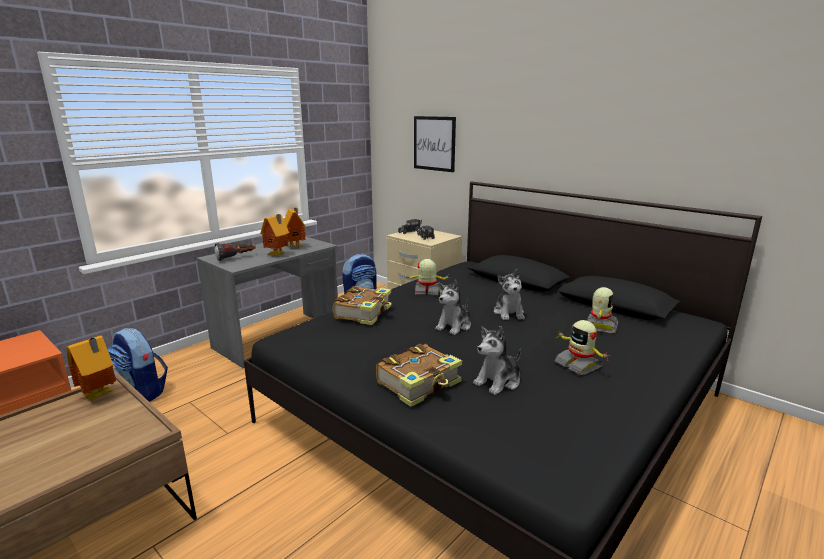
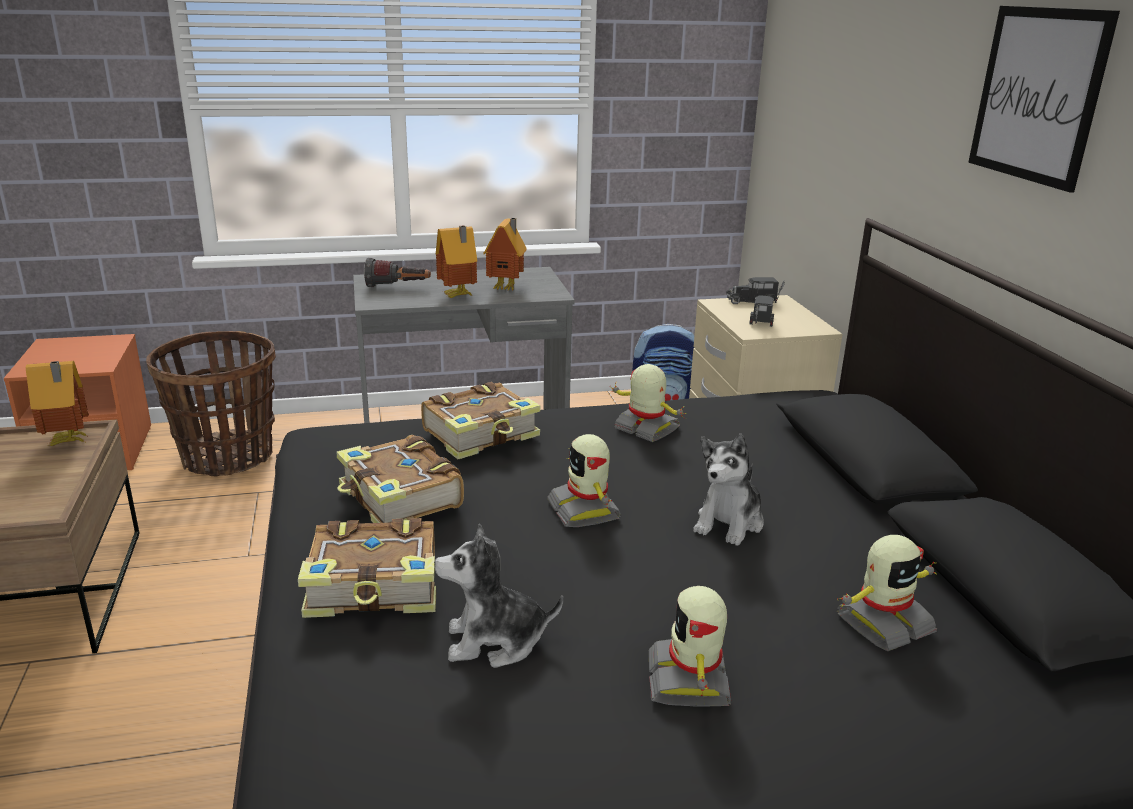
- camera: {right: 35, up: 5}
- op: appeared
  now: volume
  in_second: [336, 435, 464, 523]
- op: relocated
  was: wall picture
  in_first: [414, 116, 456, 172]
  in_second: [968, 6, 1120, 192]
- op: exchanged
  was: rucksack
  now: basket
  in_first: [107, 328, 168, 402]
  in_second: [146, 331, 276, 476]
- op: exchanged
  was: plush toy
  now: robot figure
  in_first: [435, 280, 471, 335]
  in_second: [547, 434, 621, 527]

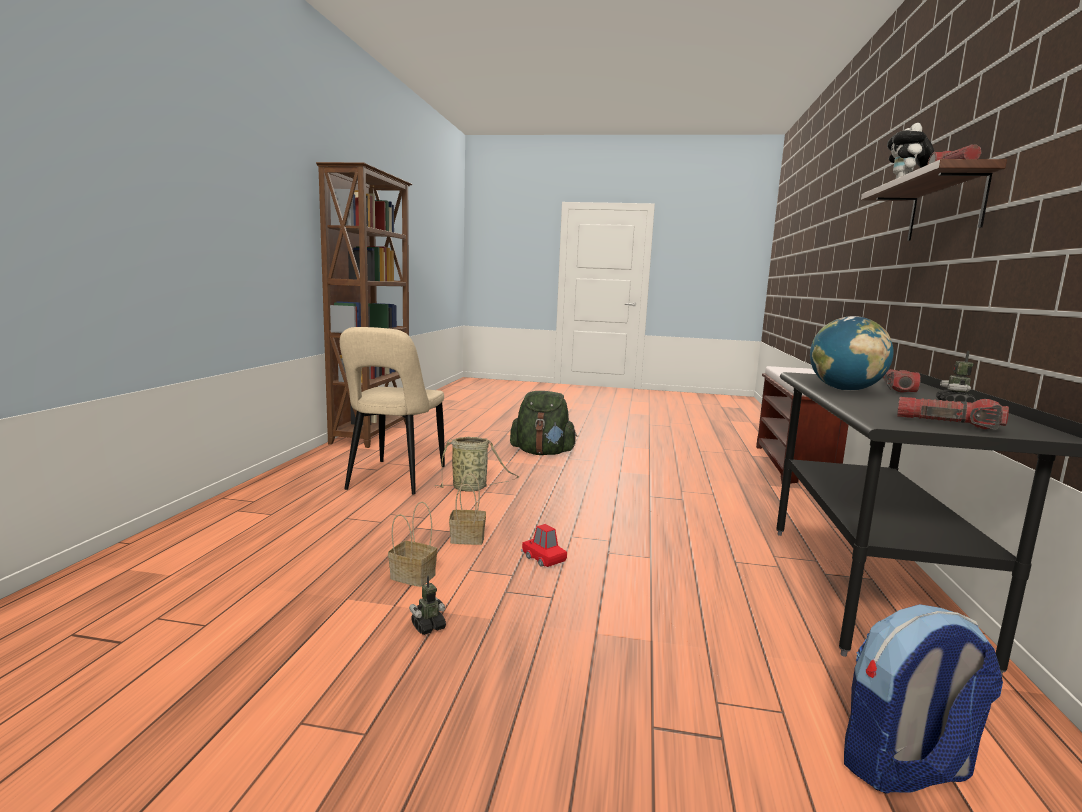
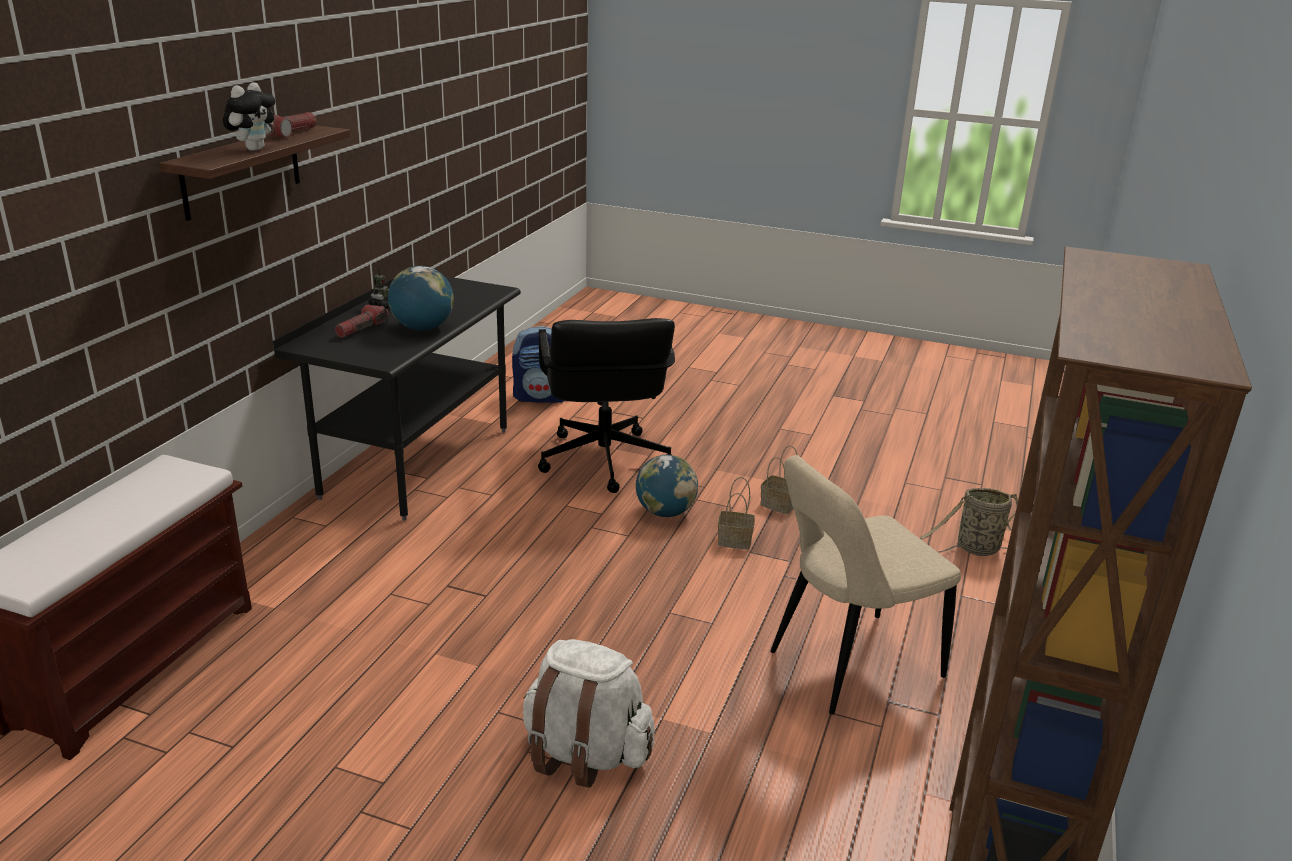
- camera: {right: -170, up: 15}
- op: missing
  was: robot figure
  in_first: [409, 576, 446, 635]
- op: missing
  was: hand torch
  in_first: [897, 397, 1009, 429]
- op: appeared
  now: black office chair
  in_second: [538, 318, 675, 493]
- op: relocated
  was: basket
  in_first: [434, 437, 519, 492]
  in_second: [920, 488, 1018, 556]
- op: exchanged
  was: reddish toy car
  now: globe
  in_first: [521, 524, 567, 567]
  in_second: [636, 455, 698, 517]
- op: colour
  was: green rucksack
  now: white-coloured rucksack
  in_first: [510, 391, 578, 455]
  in_second: [523, 639, 654, 788]
- op: spun
  was: beige-coloured chair
  in_first: [340, 327, 445, 494]
  in_second: [770, 455, 961, 715]
  clockwise: -135

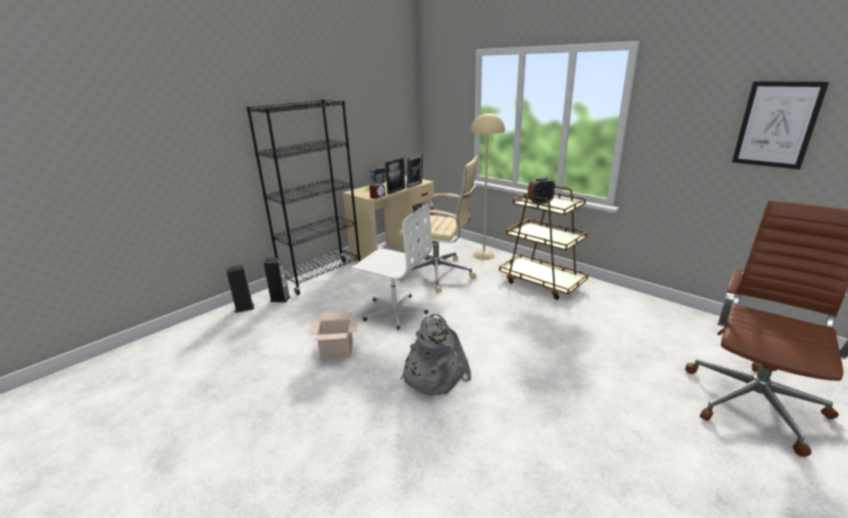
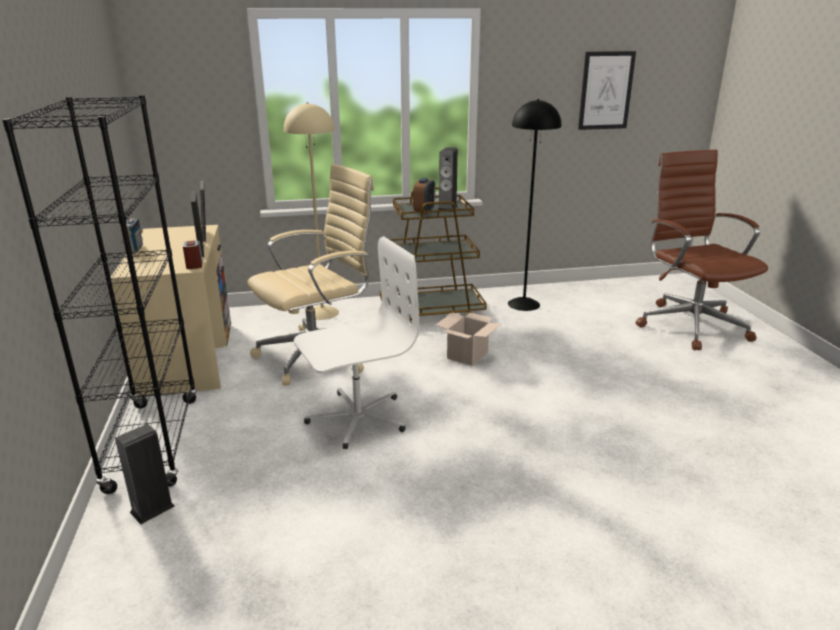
- camera: {right: -55, up: 0}
- op: missing
  was: grey rucksack
  in_first: [400, 313, 471, 395]
- op: appeared
  now: black standard lamp
  in_second: [508, 99, 561, 311]
- op: relocated
  was: speaker
  in_first: [226, 265, 254, 313]
  in_second: [438, 147, 458, 212]
- op: relocated
  was: cardboard box
  in_first: [308, 312, 358, 359]
  in_second: [436, 312, 501, 366]

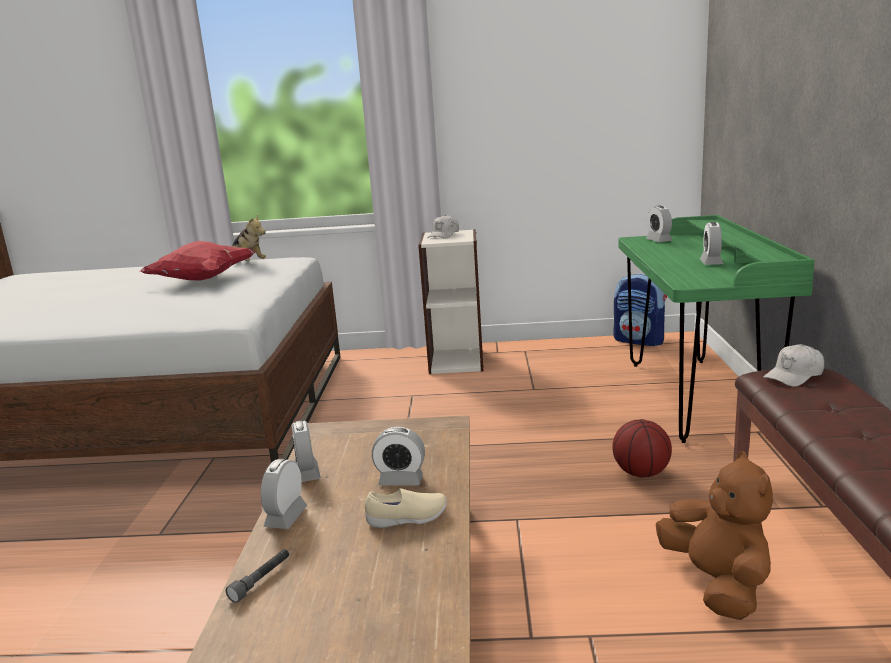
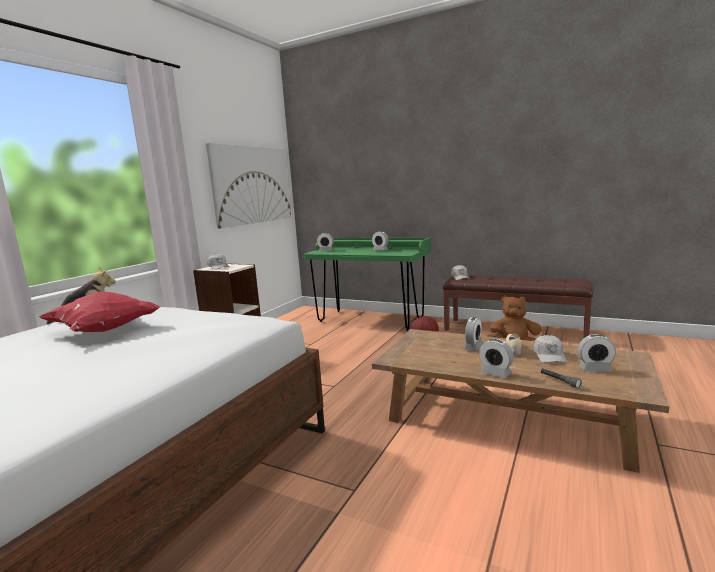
- camera: {right: -65, up: -5}
- op: missing
  was: rucksack
  in_first: [613, 274, 667, 346]
- op: appeared
  now: wall picture
  in_second: [206, 143, 291, 229]
- op: appeared
  now: white-coloured cap
  in_second: [534, 335, 567, 363]
- op: relocated
  was: bedside clock
  in_first: [292, 420, 321, 482]
  in_second: [578, 334, 616, 371]

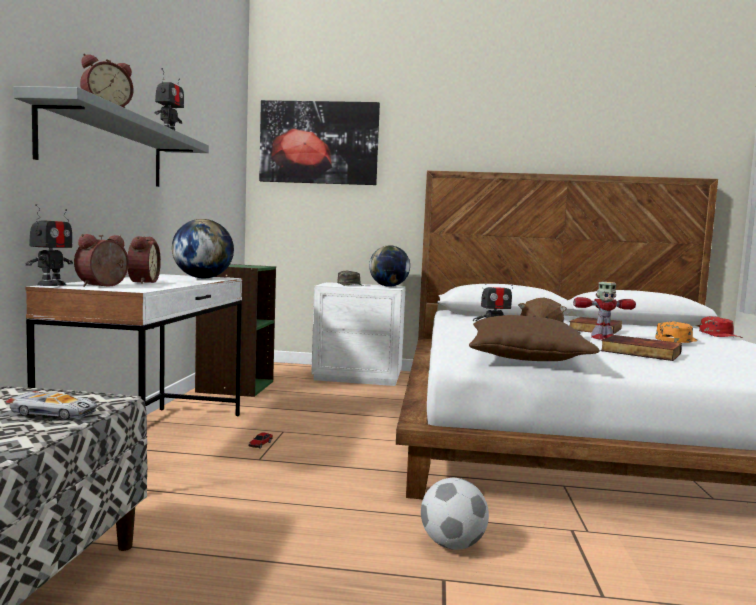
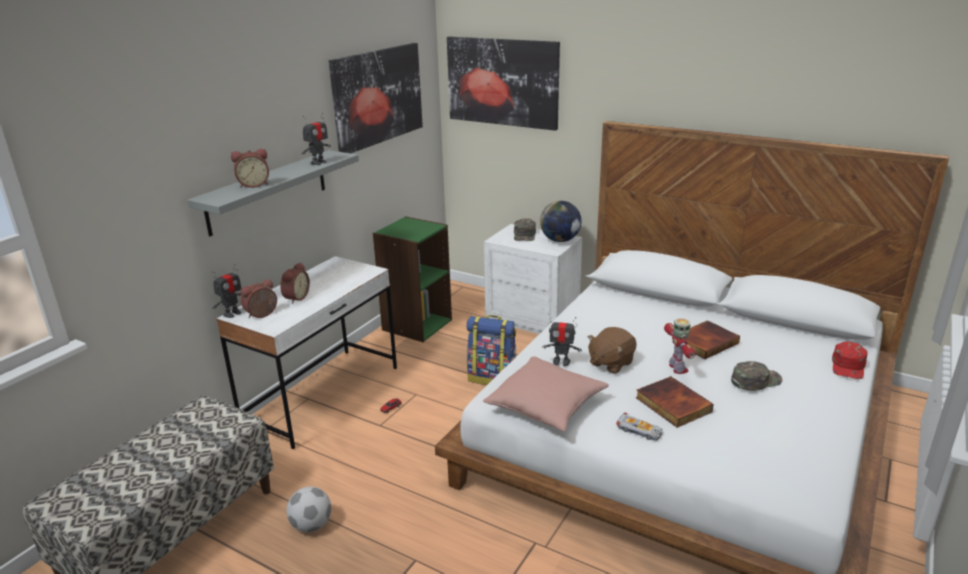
- camera: {right: 25, up: 20}
- op: missing
  was: globe
  in_first: [172, 219, 234, 278]
- op: appeared
  now: wall picture
  in_second: [329, 43, 423, 153]
- op: appeared
  now: rucksack
  in_second: [466, 315, 516, 385]
- op: relocated
  was: toy car
  in_first: [6, 391, 97, 420]
  in_second: [616, 413, 663, 441]
- op: relocated
  was: football ball
  in_first: [421, 478, 489, 550]
  in_second: [286, 487, 331, 532]
- op: colour
  was: brownish throw pillow
  now: pinkish throw pillow
  in_first: [469, 315, 600, 361]
  in_second: [483, 356, 609, 432]
- op: colour
  was: orange cap
  now: green cap
  in_first: [655, 321, 698, 343]
  in_second: [731, 361, 783, 391]
- op: spun
  was: robot figure
  in_first: [573, 282, 636, 340]
  in_second: [664, 318, 696, 374]
  clockwise: -120

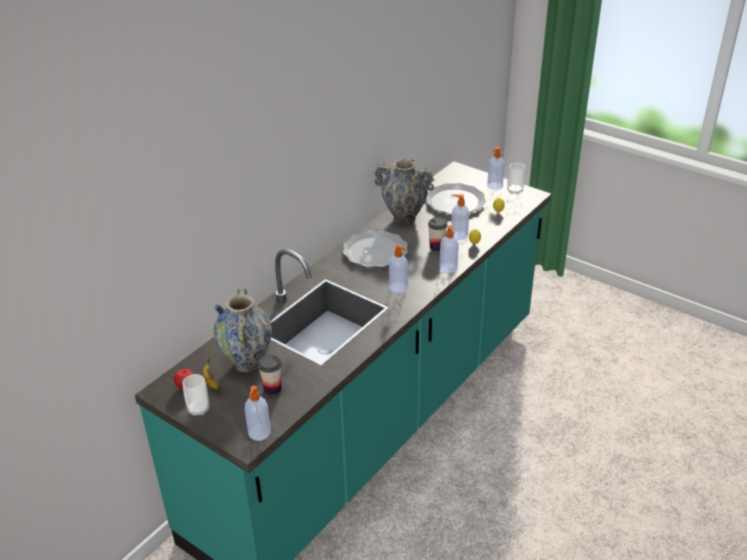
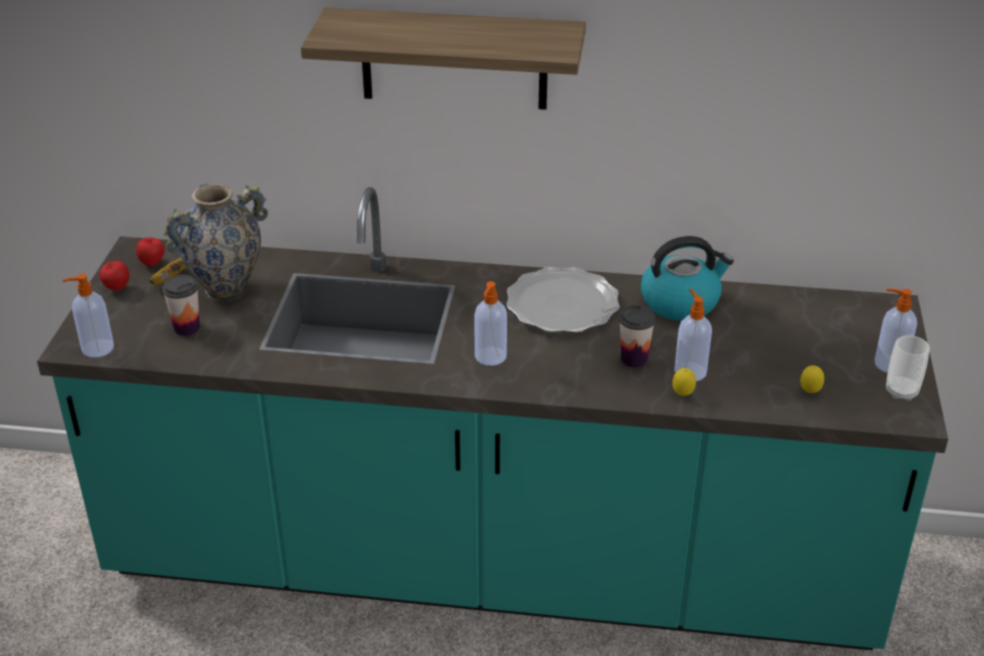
- camera: {right: 60, up: 0}
- op: missing
  was: flat dish
  in_first: [426, 183, 486, 215]
- op: missing
  was: soap dispenser
  in_first: [440, 225, 459, 273]
- op: appeared
  now: wall shelf
  in_second: [301, 8, 586, 110]
- op: exchanged
  was: cup
  now: apple fruit
  in_first: [182, 374, 209, 416]
  in_second: [99, 261, 129, 290]
- op: exchanged
  was: decorative vase
  now: kettle
  in_first: [374, 159, 434, 225]
  in_second: [641, 236, 734, 321]

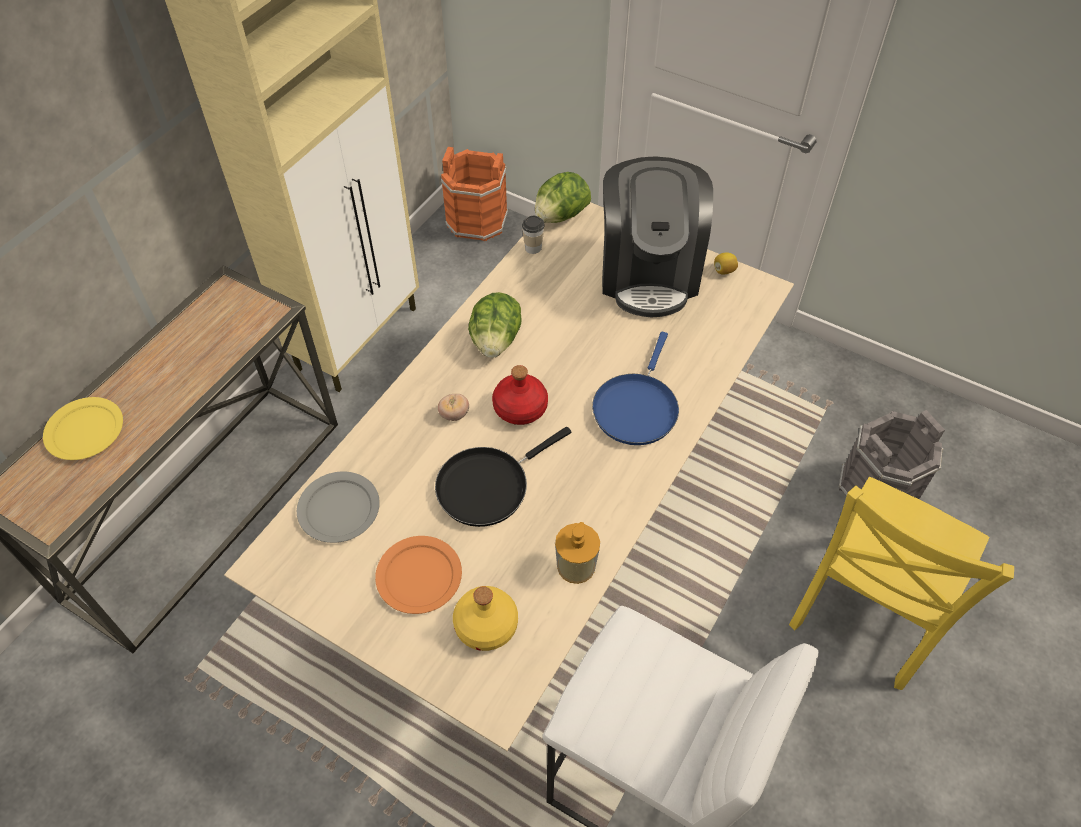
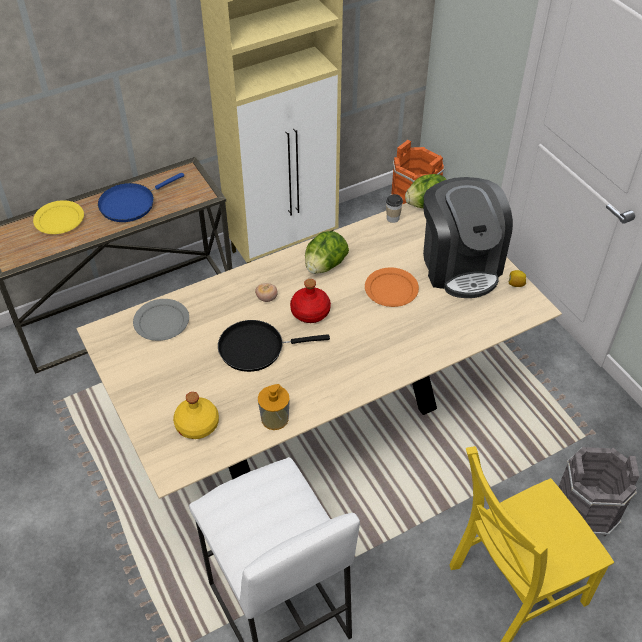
- camera: {right: 30, up: -5}
- op: relocated
  was: orange flat dish
  in_first: [375, 536, 462, 614]
  in_second: [365, 267, 419, 307]
- op: relocated
  was: blue pan
  in_first: [592, 332, 679, 445]
  in_second: [98, 173, 184, 222]
- op: spun
  was: coffee brewer
  in_first: [602, 156, 713, 317]
  in_second: [423, 177, 513, 298]
  clockwise: -45

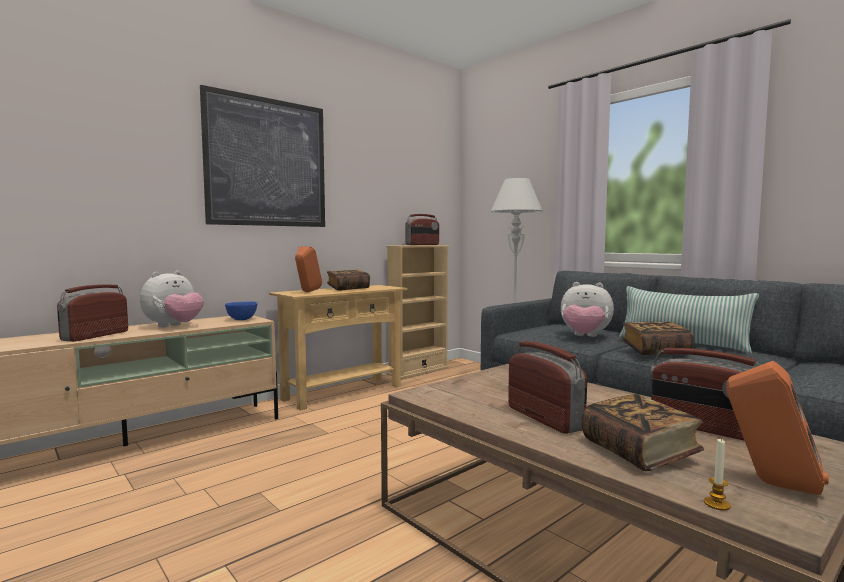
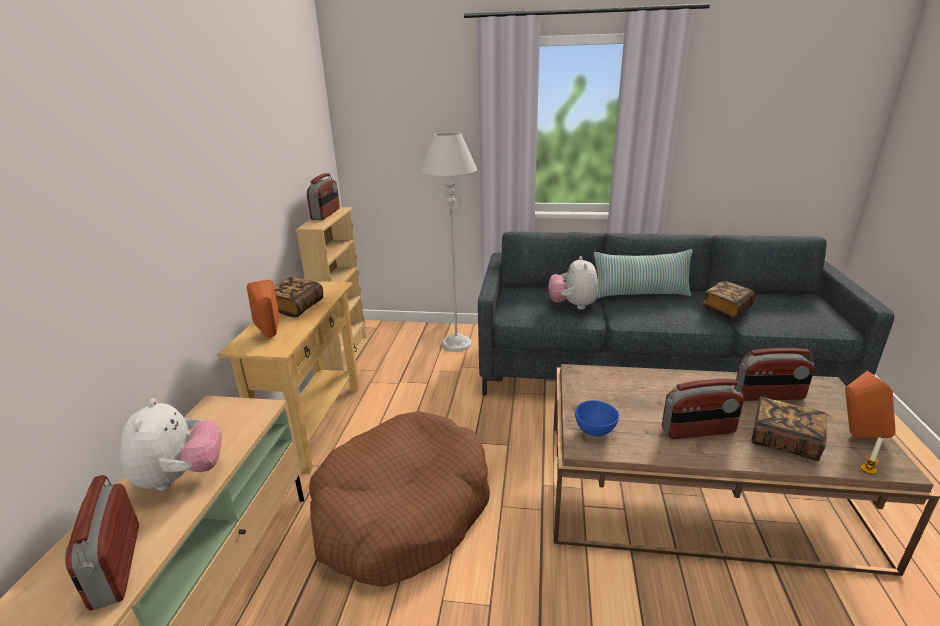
- camera: {right: -40, up: 20}
- op: missing
  was: wall picture
  in_first: [200, 85, 325, 227]
- op: appeared
  now: brownish dog bed
  in_second: [309, 411, 490, 586]
- op: relocated
  was: blue serving bowl
  in_first: [225, 301, 257, 320]
  in_second: [575, 400, 619, 436]
- op: relocated
  was: volume
  in_first: [622, 322, 694, 355]
  in_second: [701, 281, 756, 319]
- op: spun
  was: radio receiver
  in_first: [508, 341, 587, 434]
  in_second: [662, 379, 744, 439]
  clockwise: 150
- op: spun
  was: plush toy
  in_first: [561, 282, 614, 337]
  in_second: [548, 256, 598, 310]
  clockwise: 105

